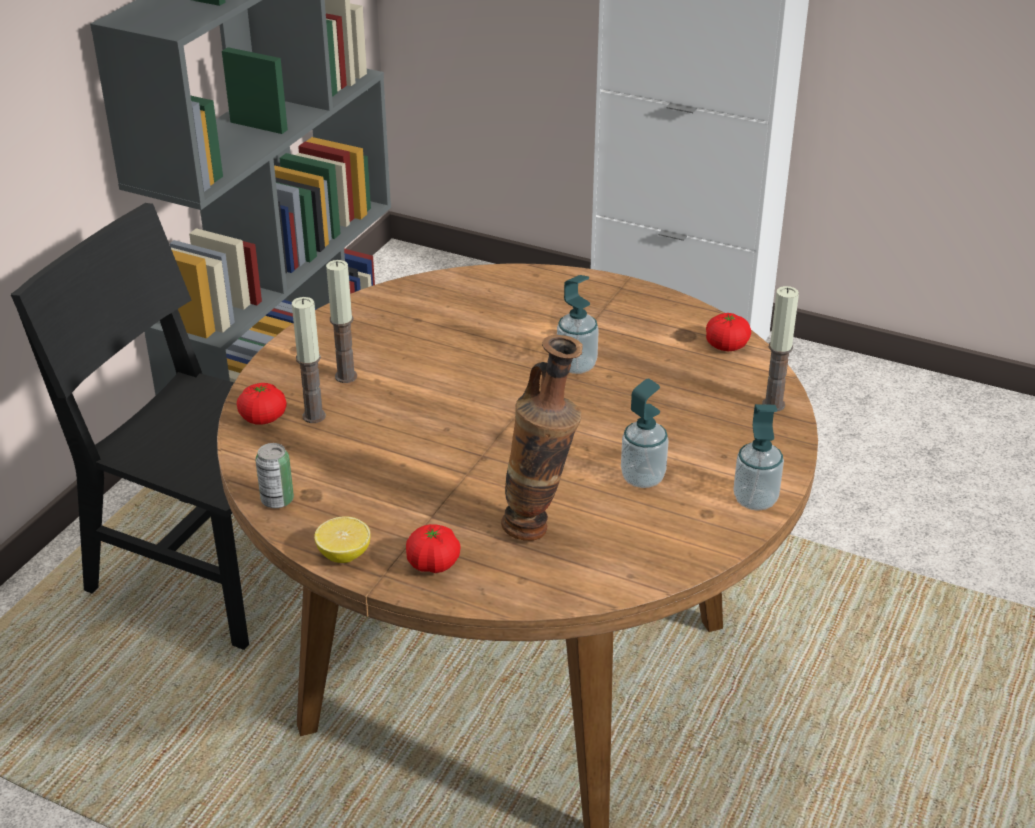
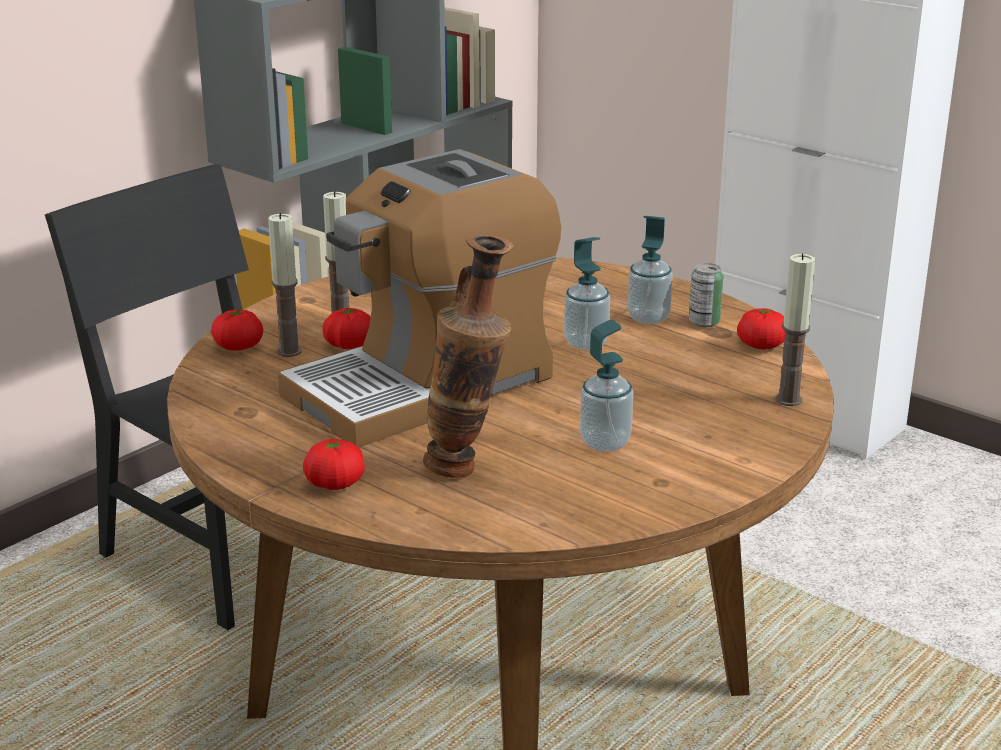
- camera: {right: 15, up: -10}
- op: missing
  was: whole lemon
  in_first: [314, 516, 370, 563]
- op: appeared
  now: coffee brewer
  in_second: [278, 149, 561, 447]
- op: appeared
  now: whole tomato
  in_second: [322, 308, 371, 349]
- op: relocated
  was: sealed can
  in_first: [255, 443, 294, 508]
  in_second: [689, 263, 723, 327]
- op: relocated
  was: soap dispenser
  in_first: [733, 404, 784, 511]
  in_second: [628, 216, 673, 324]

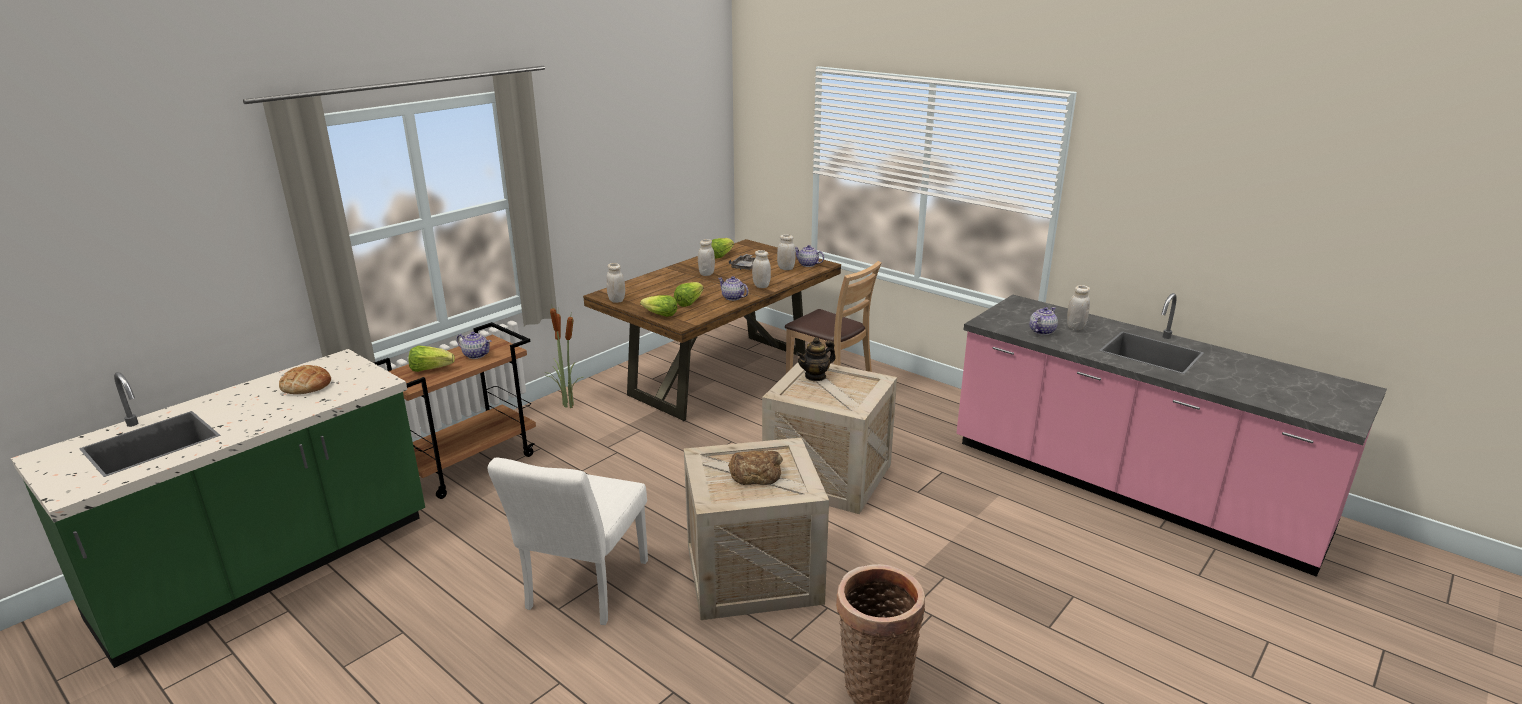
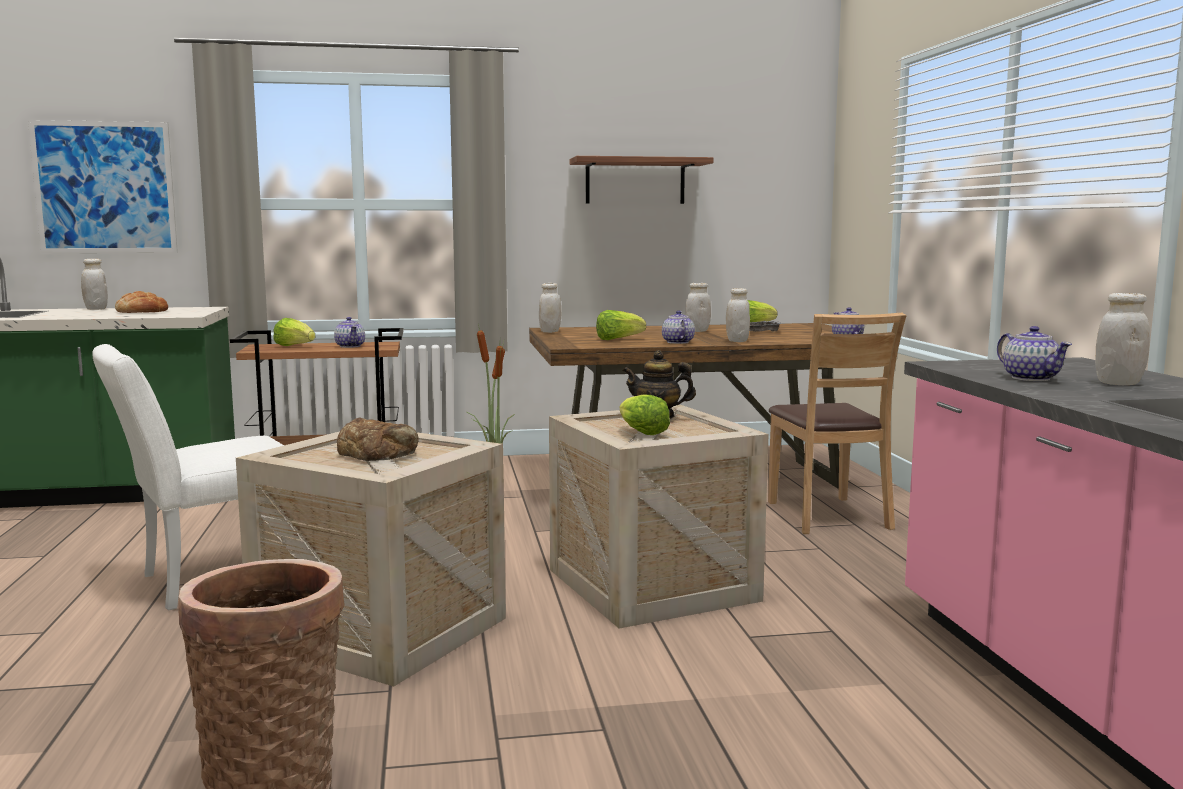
- camera: {right: 40, up: -15}
- op: appeared
  now: wall picture
  in_second: [28, 120, 178, 253]
- op: appeared
  now: wall shelf
  in_second: [570, 156, 713, 204]
- op: relocated
  was: lettuce
  in_first: [640, 295, 678, 317]
  in_second: [620, 394, 670, 435]
- op: relocated
  was: white-coloured storage jar
  in_first: [777, 234, 796, 270]
  in_second: [81, 259, 108, 310]
- op: spun
  was: pot for tea
  in_first: [1030, 307, 1058, 335]
  in_second: [997, 326, 1072, 381]
  clockwise: 75

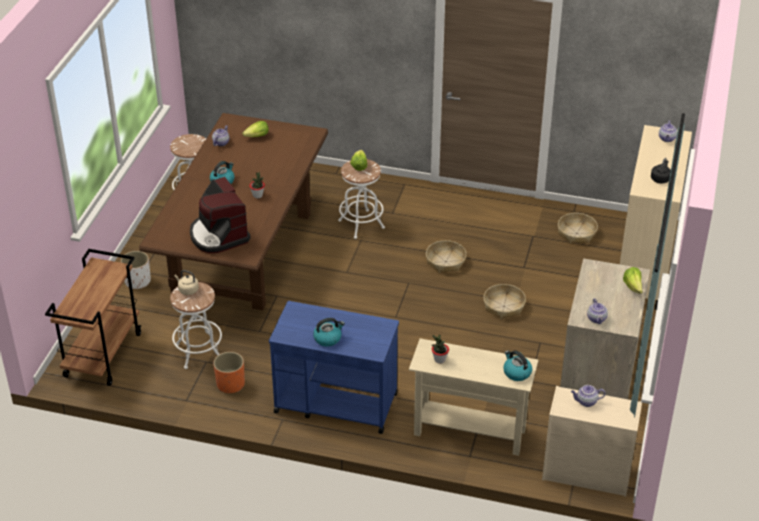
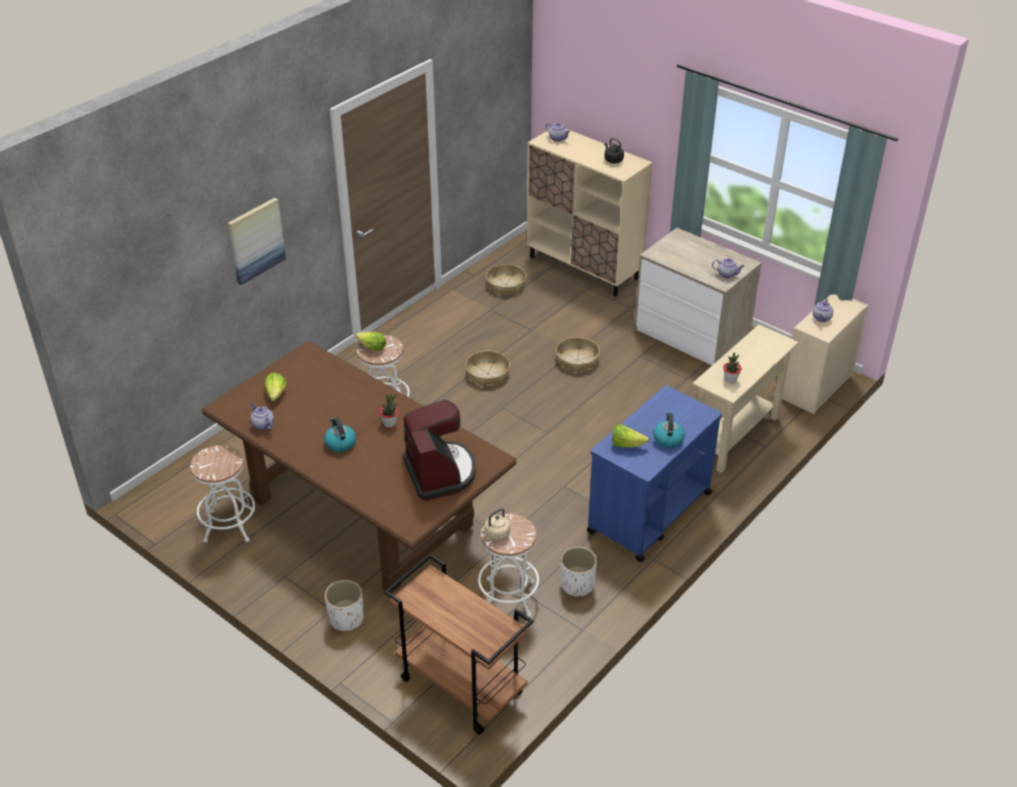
- camera: {right: -65, up: 0}
- op: missing
  was: kettle
  in_first: [503, 350, 532, 381]
- op: appeared
  now: wall picture
  in_second: [228, 198, 286, 285]
- op: relocated
  was: lettuce
  in_first: [623, 267, 643, 294]
  in_second: [612, 424, 650, 447]
- op: colour
  was: orange plant pot
  now: white-coloured plant pot
  in_first: [213, 352, 245, 393]
  in_second: [561, 547, 597, 597]
- op: spun
  was: coffee brewer
  in_first: [190, 177, 251, 253]
  in_second: [403, 400, 476, 501]
  clockwise: -105

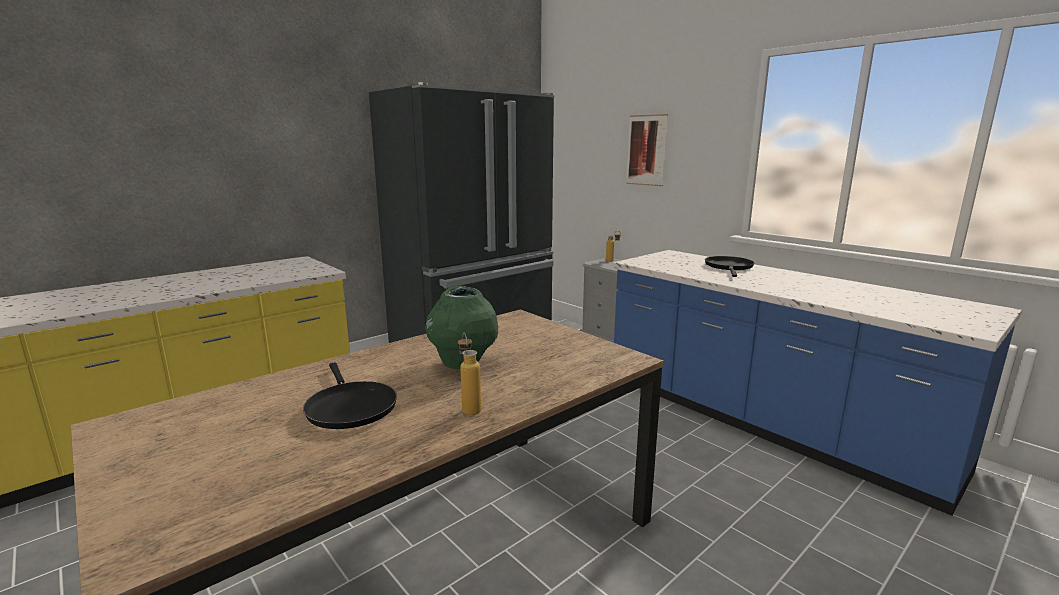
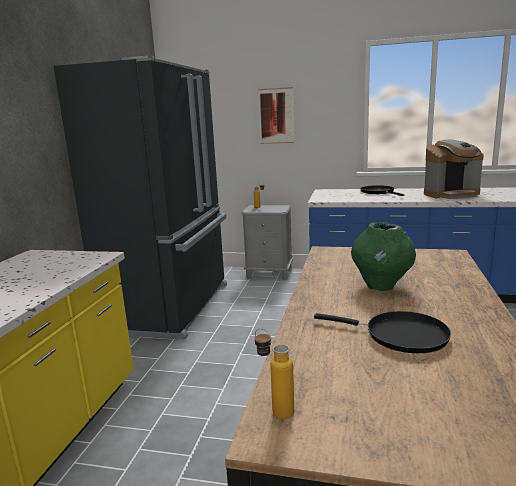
- camera: {right: -35, up: 0}
- op: appeared
  now: coffee brewer
  in_second: [424, 139, 484, 199]
- op: relocated
  was: beverage bottle
  in_first: [458, 333, 481, 415]
  in_second: [255, 328, 294, 419]

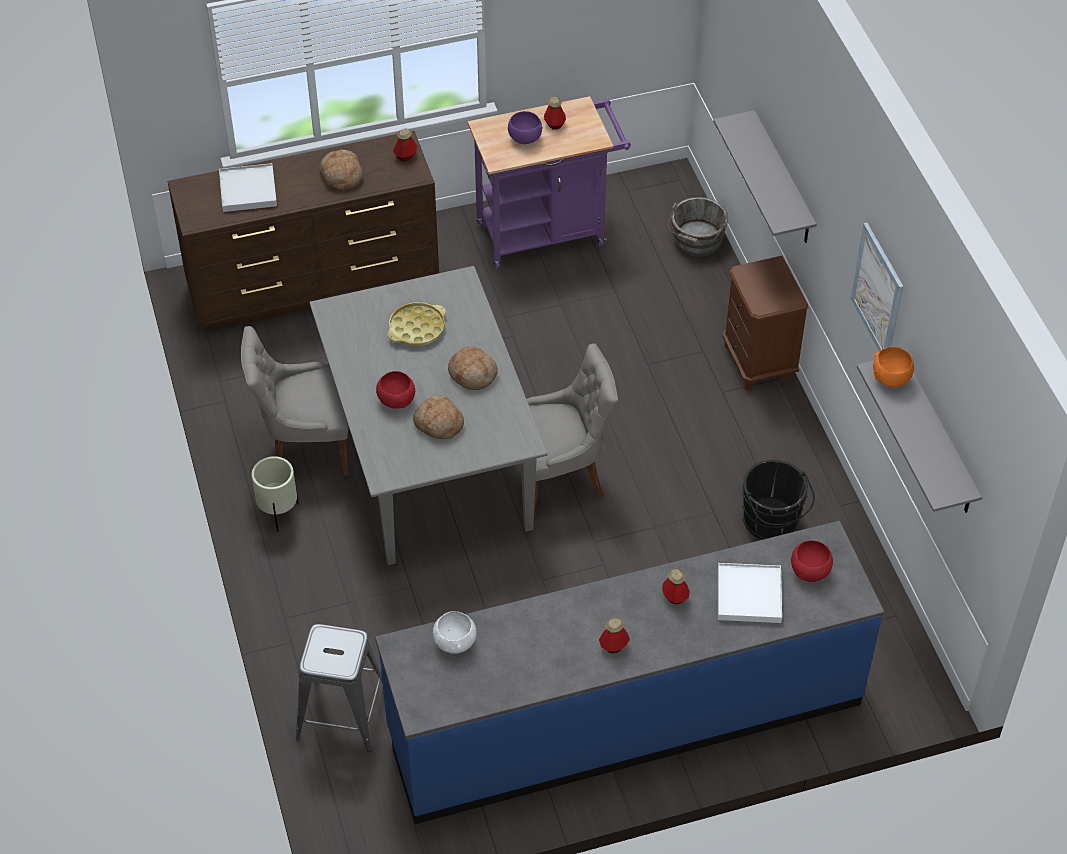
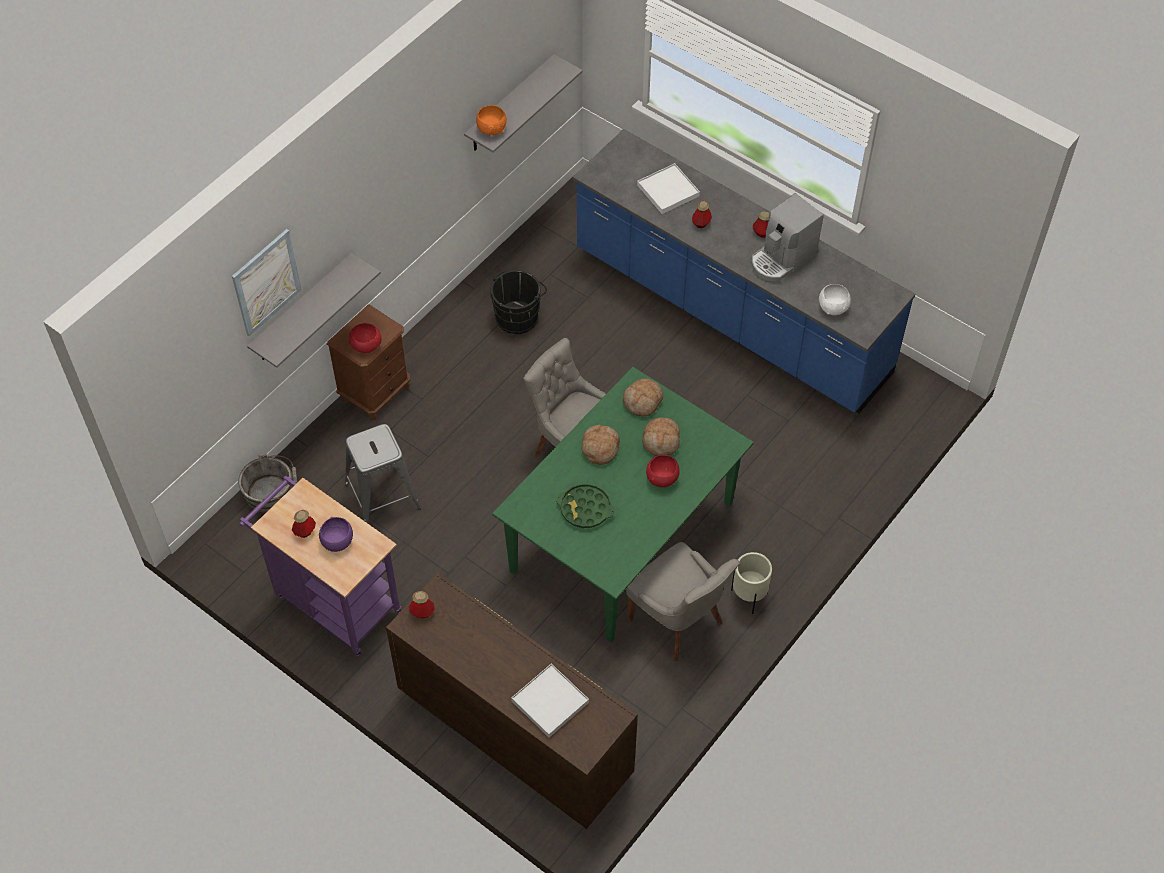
- camera: {right: -125, up: 5}
- op: appeared
  now: coffee brewer
  in_second: [751, 193, 824, 282]
- op: relocated
  was: grey sitting stool
  in_first: [296, 624, 383, 752]
  in_second: [345, 424, 421, 523]
- op: relocated
  was: bakery bread
  in_first: [319, 150, 362, 190]
  in_second: [623, 378, 663, 416]
- op: relocated
  was: reddish serving bowl
  in_first: [791, 540, 833, 582]
  in_second: [349, 323, 382, 353]
- op: relocated
  was: wall picture
  in_first: [850, 222, 904, 352]
  in_second: [232, 229, 302, 337]
- op: colour
  was: grey kitchen table
  now: green kitchen table
  in_first: [309, 266, 548, 565]
  in_second: [492, 367, 754, 642]
- op: colour
  was: yellowish carrying tray
  now: green carrying tray
  in_first: [388, 302, 446, 346]
  in_second: [556, 484, 615, 528]

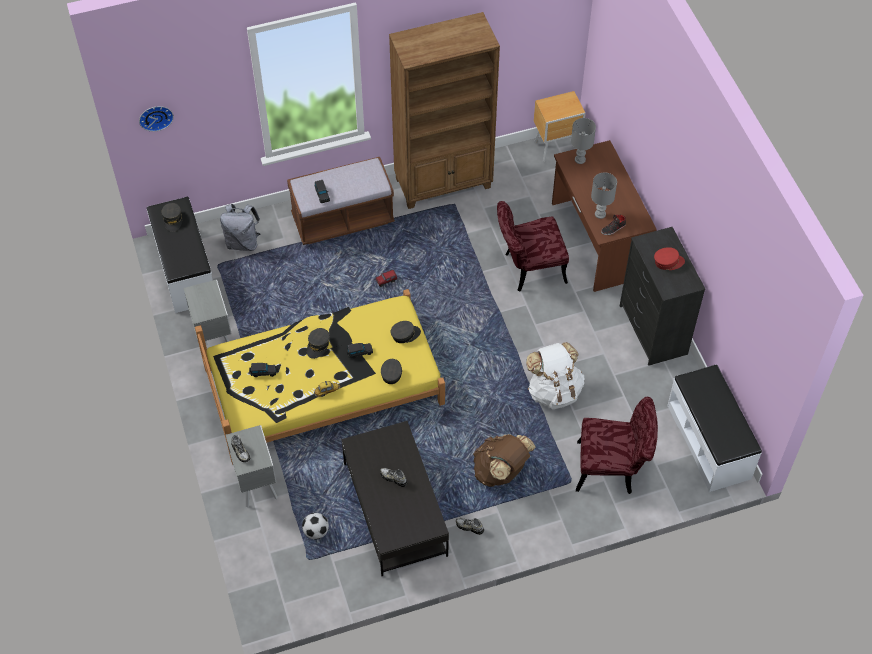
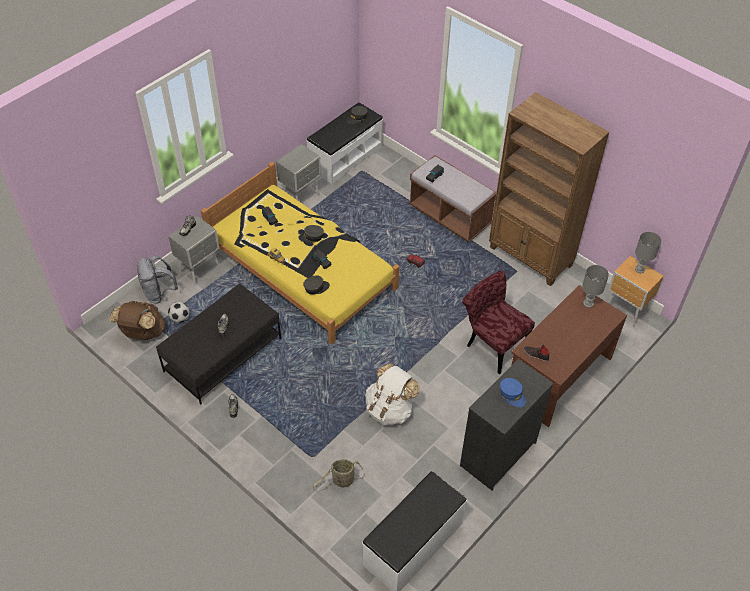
- camera: {right: 60, up: -5}
- op: missing
  was: clock on the wall
  in_first: [139, 106, 174, 132]
- op: missing
  was: grey cap
  in_first: [390, 321, 421, 343]
- op: relocated
  was: grey rucksack
  in_first: [220, 204, 260, 251]
  in_second: [137, 256, 178, 304]
- op: relocated
  was: brownish rucksack
  in_first: [473, 434, 536, 487]
  in_second: [109, 301, 166, 340]
- op: relocated
  was: grey table lamp
  in_first: [591, 172, 617, 219]
  in_second: [635, 232, 661, 273]
- op: exchanged
  was: reddish chair
  now: basket
  in_first: [576, 397, 658, 494]
  in_second: [312, 459, 365, 492]
- op: colour
  was: reddish cap
  now: blue cap
  in_first: [654, 247, 685, 270]
  in_second: [500, 378, 526, 407]

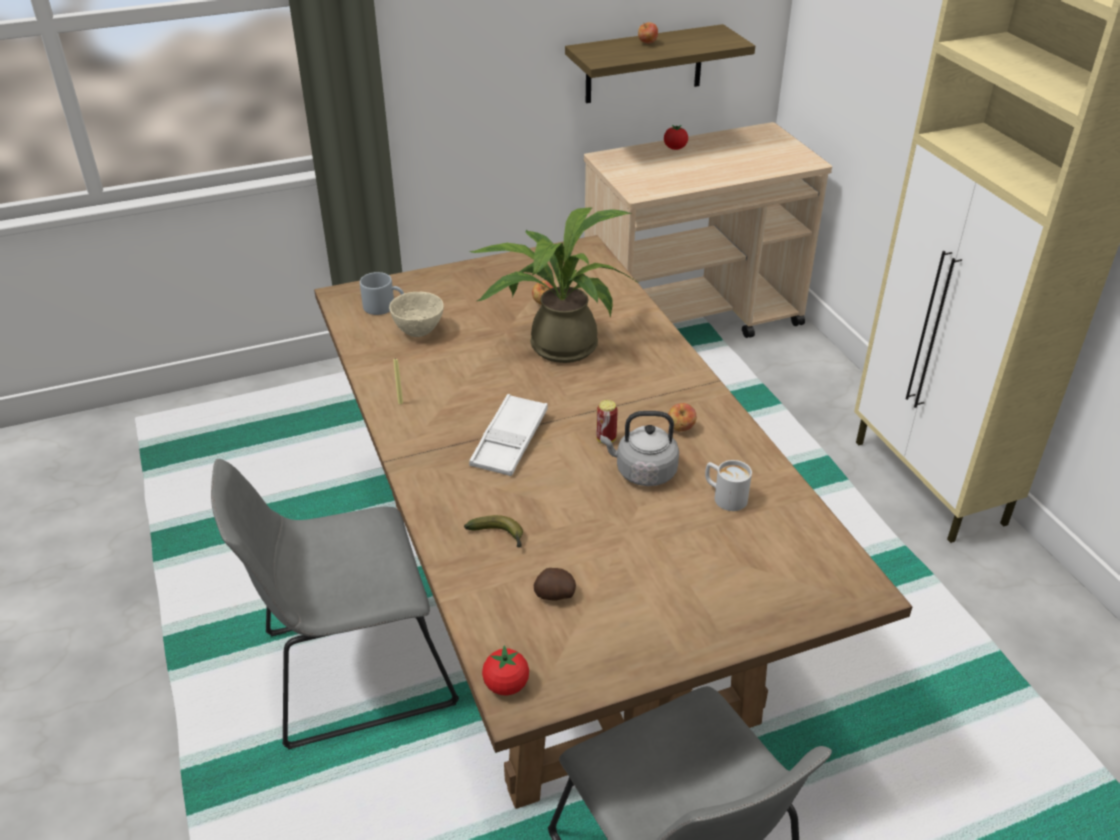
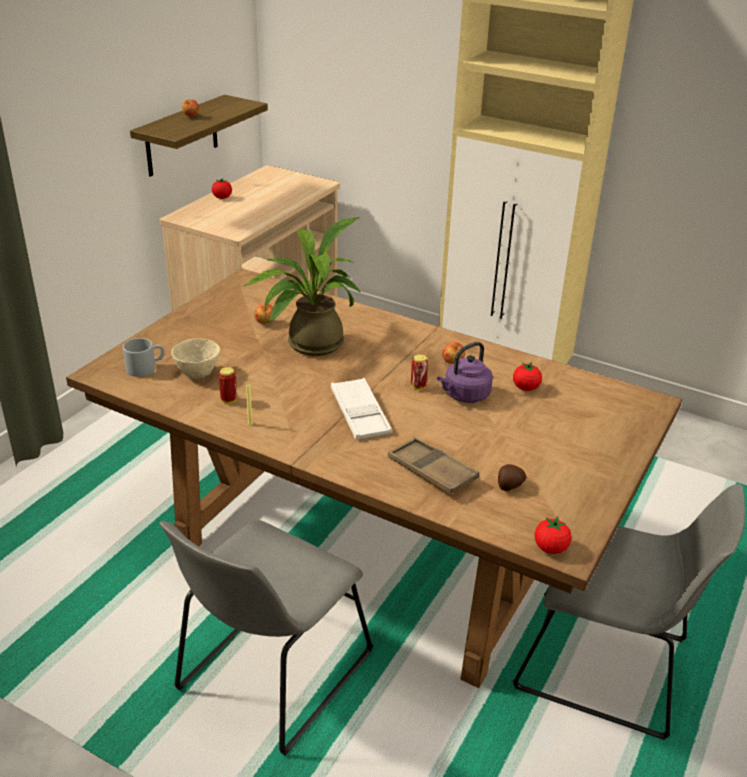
- camera: {right: -40, up: -5}
- op: appeared
  now: sealed can
  in_second: [219, 367, 237, 404]
- op: exchanged
  was: whole banana
  now: brownish carrying tray
  in_first: [464, 515, 523, 548]
  in_second: [388, 437, 479, 494]
- op: exchanged
  was: white-coloured mug
  now: whole tomato
  in_first: [705, 460, 752, 511]
  in_second: [513, 362, 542, 391]
- op: colour
  was: grey kettle
  now: purplish kettle
  in_first: [600, 411, 679, 486]
  in_second: [437, 342, 493, 403]

